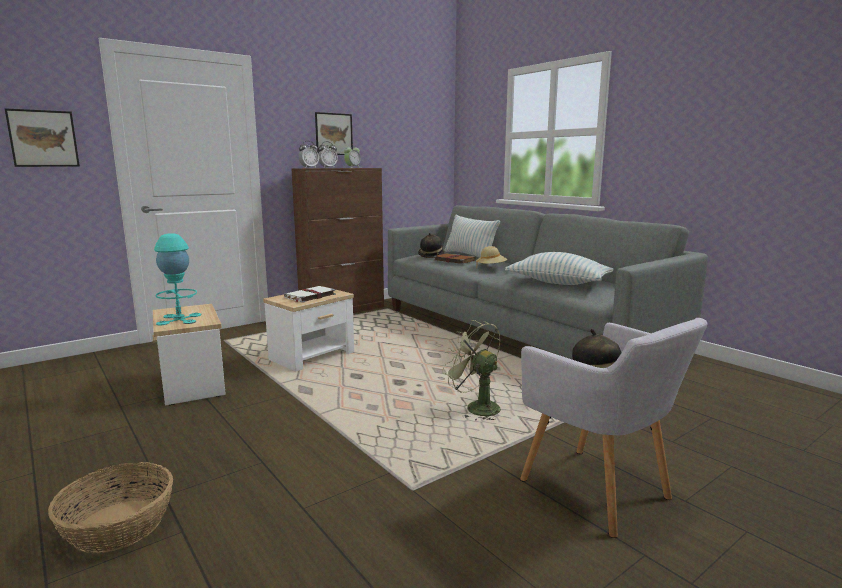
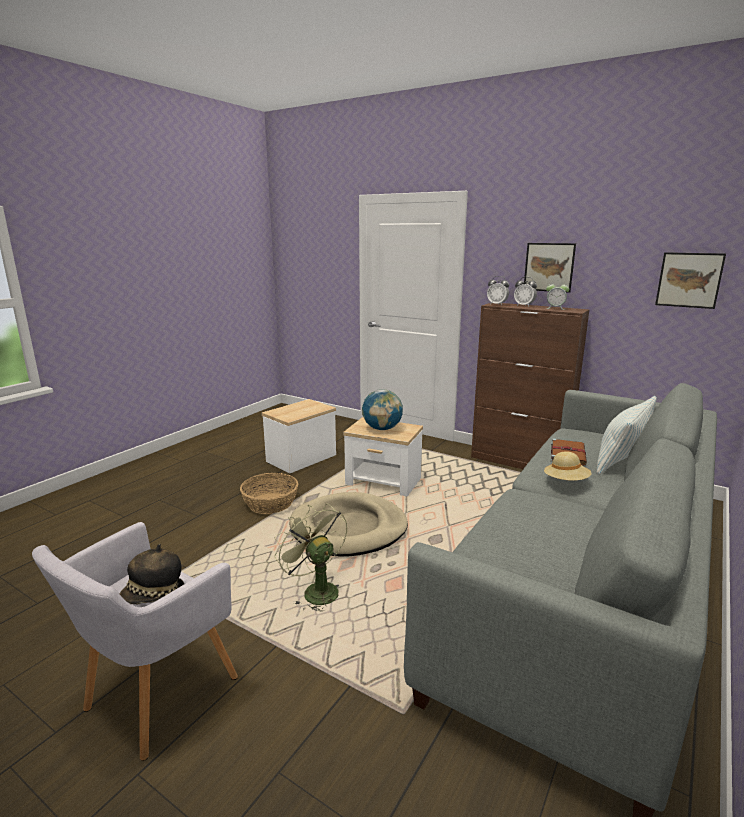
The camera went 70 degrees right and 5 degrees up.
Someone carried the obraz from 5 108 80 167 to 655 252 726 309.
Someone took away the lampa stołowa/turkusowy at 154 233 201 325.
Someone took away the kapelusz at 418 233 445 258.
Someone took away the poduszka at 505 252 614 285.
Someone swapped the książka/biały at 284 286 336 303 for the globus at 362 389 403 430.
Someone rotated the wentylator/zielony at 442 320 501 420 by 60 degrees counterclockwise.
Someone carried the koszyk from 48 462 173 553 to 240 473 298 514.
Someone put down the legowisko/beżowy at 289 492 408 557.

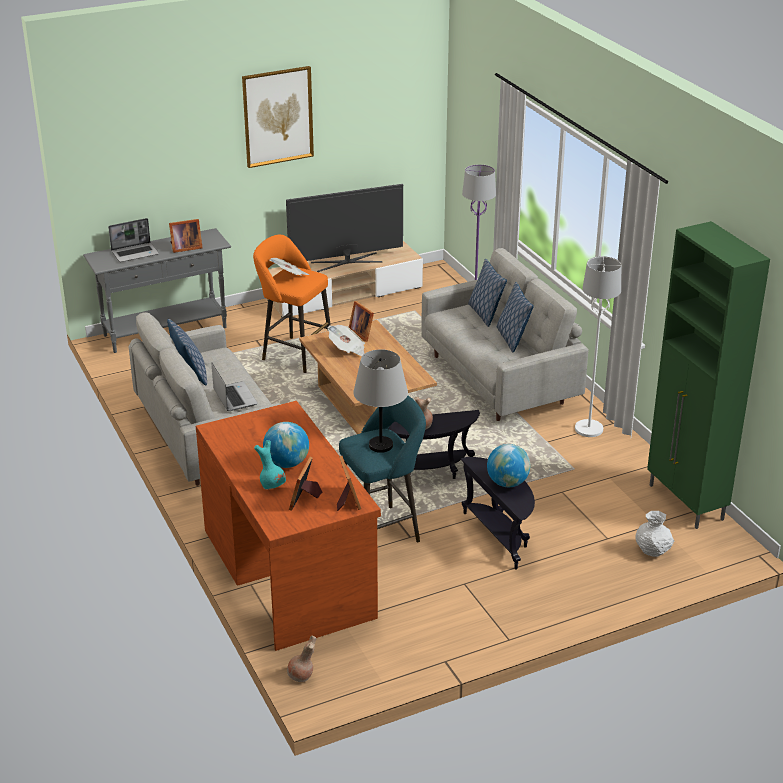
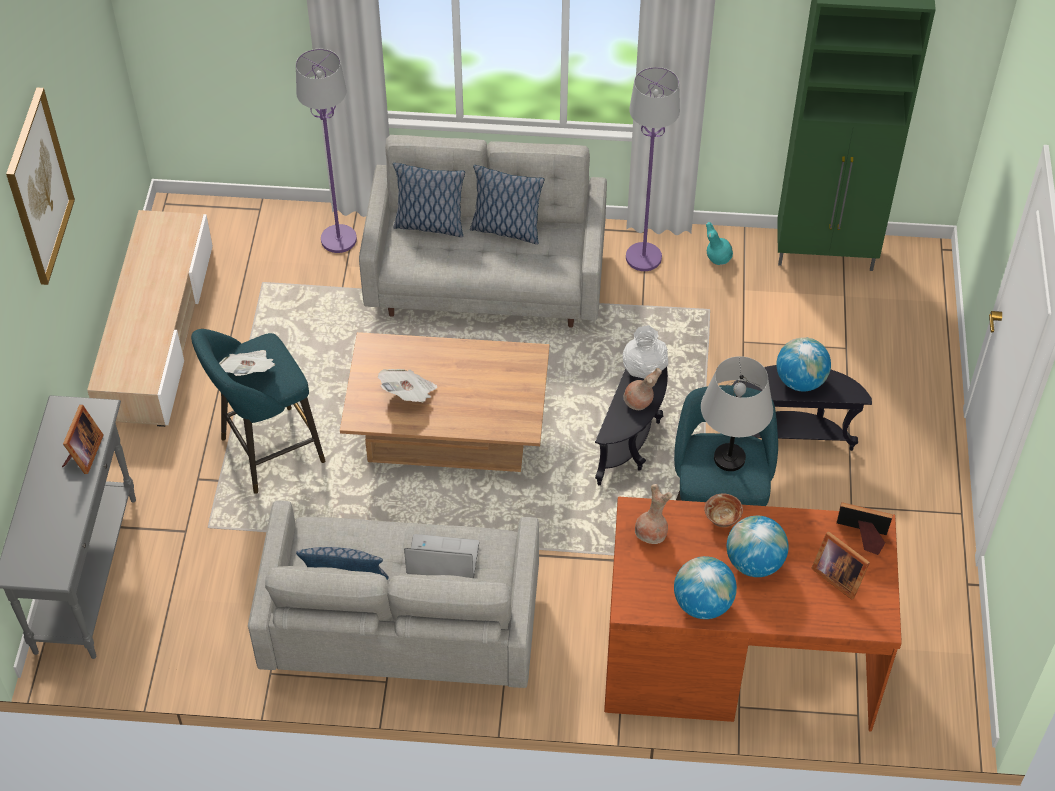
The camera went 60 degrees left and 20 degrees up.
Someone took away the telewizor at 286 184 403 272.
Someone took away the laptop at 108 218 159 262.
Someone repainted the stołek/pomarańczowy at 253 234 331 373, which became the stołek/turkusowy at 191 329 325 494.
Someone repainted the lampa stojąca/biały at 575 256 621 437, which became the lampa stojąca/fioletowy at 626 67 680 271.
Someone took away the ramka na zdjęcie at 349 301 374 342.
Someone carried the wazon/turkusowy from 254 440 286 490 to 706 222 733 265.
Someone carried the wazon/biały from 635 511 674 557 to 623 325 668 379.
Someone carried the wazon/brązowy from 287 636 316 682 to 635 484 672 544.
Someone put down the miska at 704 493 743 527.
Someone put down the globus at 674 556 737 619.

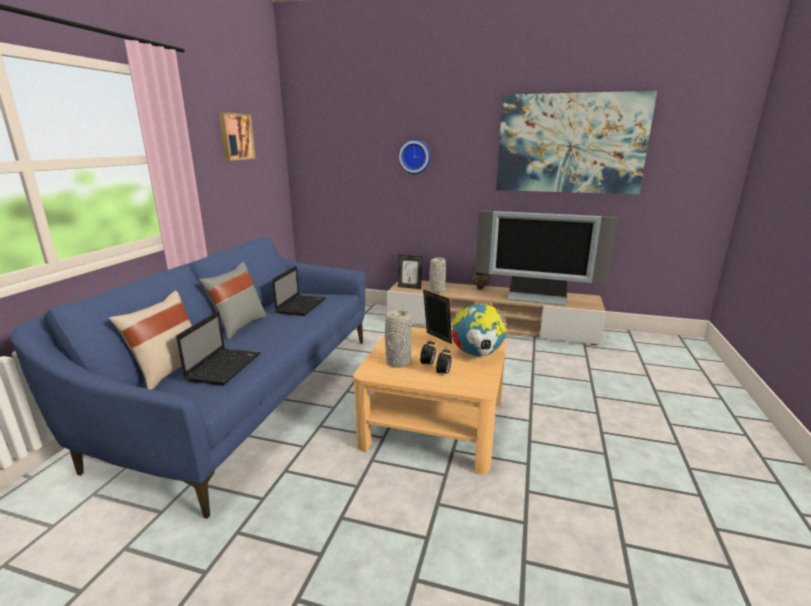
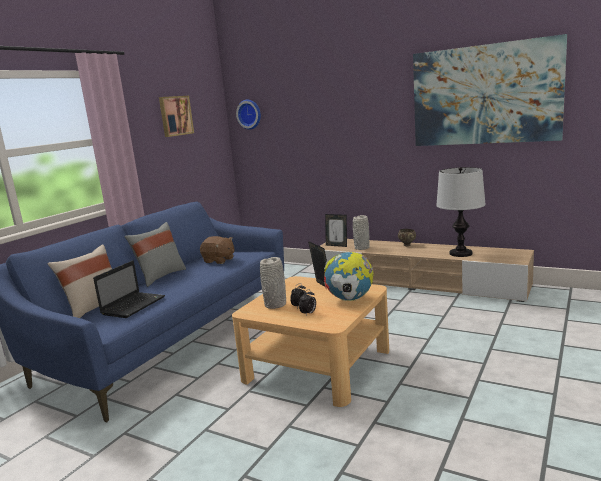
The camera went 15 degrees right and 5 degrees down.
Someone carried the zegar ścienny from 398 139 431 174 to 236 100 261 130.
Someone swapped the telewizor at 475 211 618 306 for the lampa stołowa at 436 167 486 257.
Someone swapped the laptop at 272 266 326 316 for the pluszak/brązowy at 200 236 235 264.

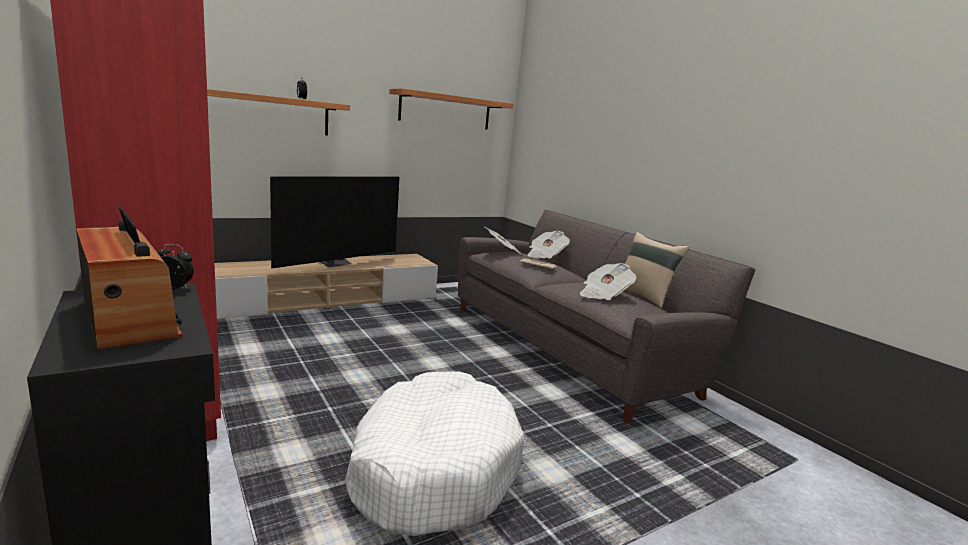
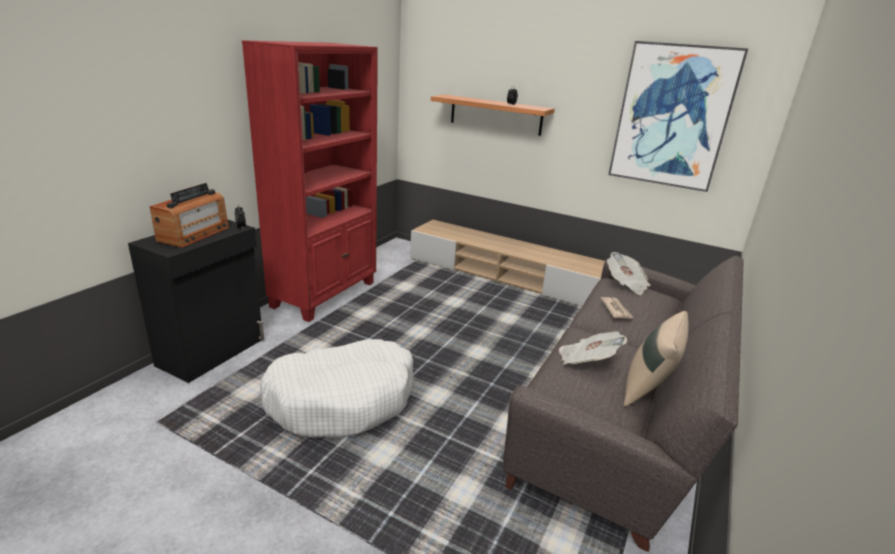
The camera went 60 degrees right and 10 degrees up.
Someone swapped the półka at 389 88 514 130 for the obraz at 608 41 748 192.
Someone took away the telewizor at 270 177 400 268.
Someone took away the gazeta at 528 231 570 258.

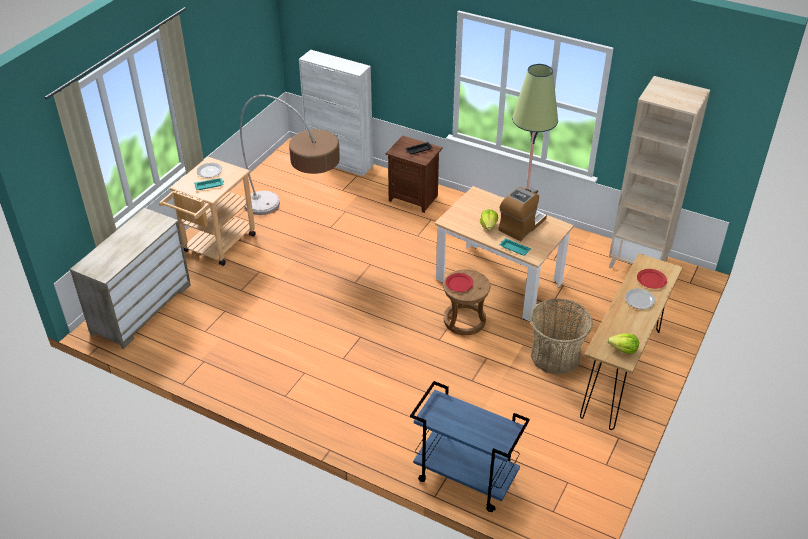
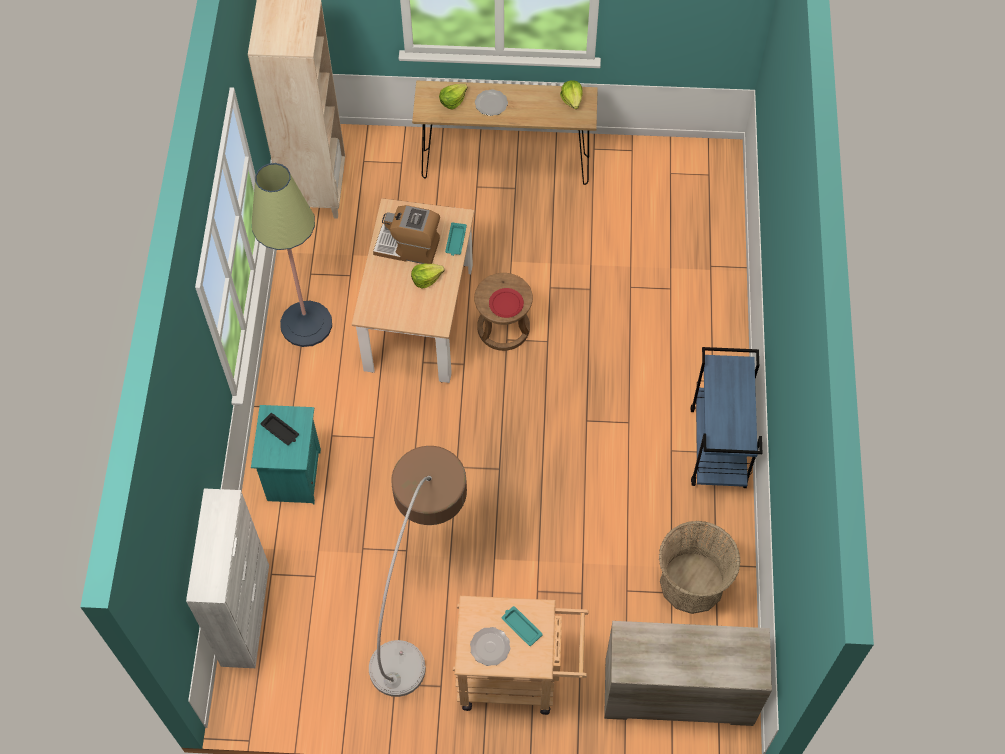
The camera went 115 degrees left and 20 degrees up.
Someone repainted the szafka nocna/brązowy at 385 136 443 213, which became the szafka nocna/turkusowy at 251 405 321 505.
Someone swapped the talerz/czerwony at 637 269 667 289 for the sałata at 439 84 468 109.
Someone carried the koszyk from 530 298 593 375 to 659 521 741 614.
Someone carried the wózek/niebieski from 410 381 530 512 to 690 347 762 488.

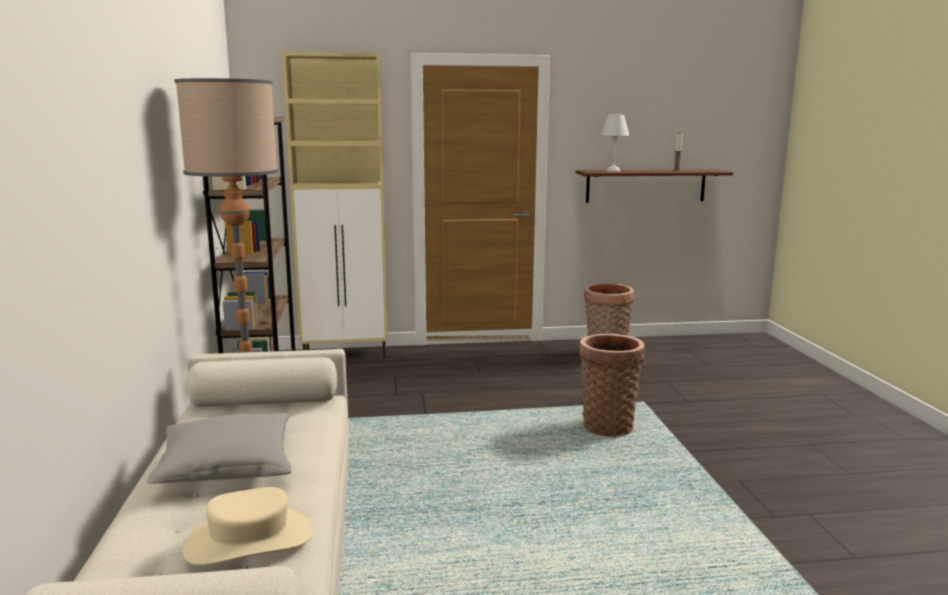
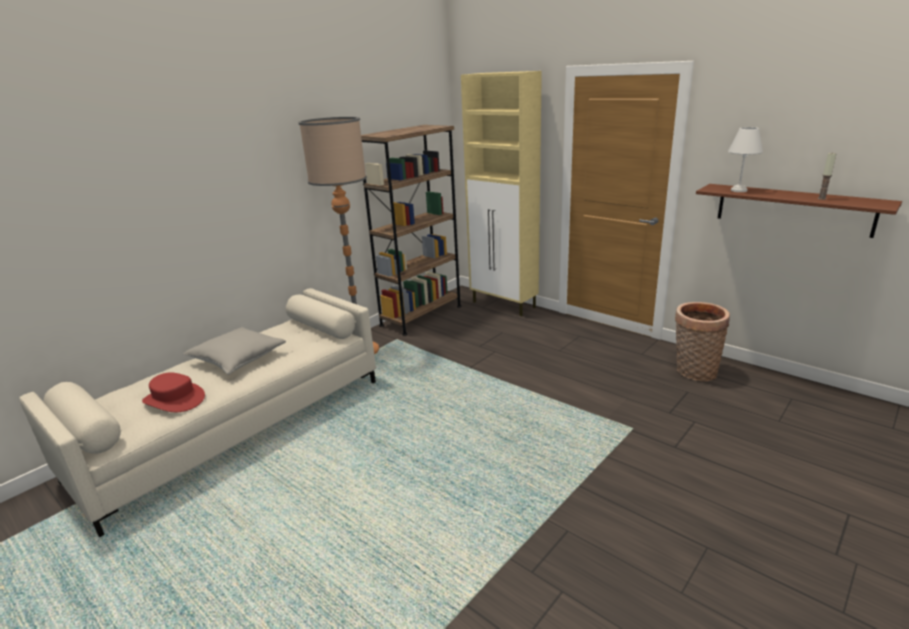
The camera went 50 degrees right and 10 degrees up.
Someone took away the koszyk at 579 334 645 437.
Someone repainted the kapelusz/beżowy at 183 487 313 565, which became the kapelusz/czerwony at 142 372 205 412.

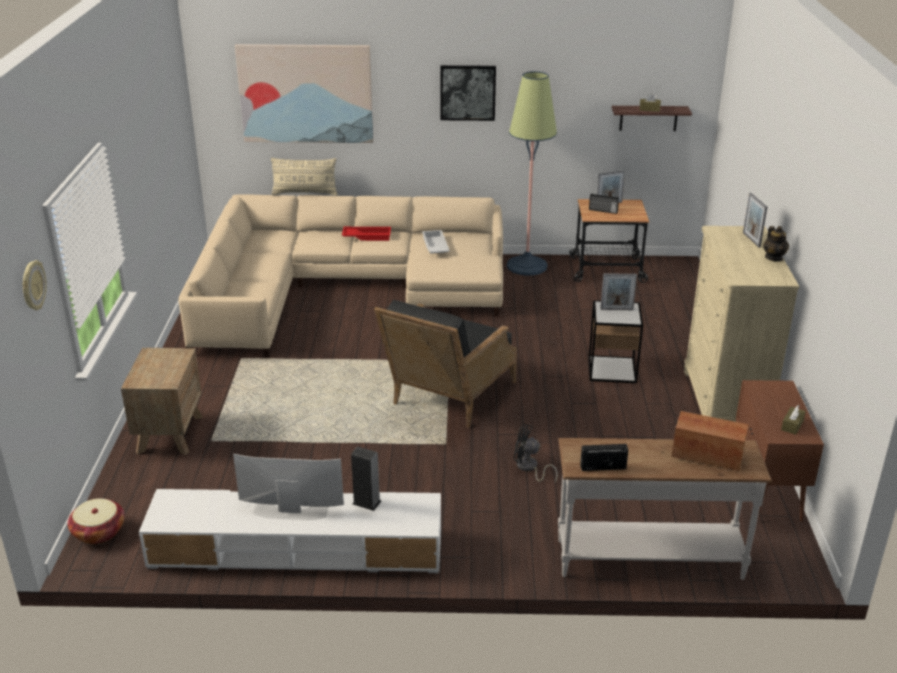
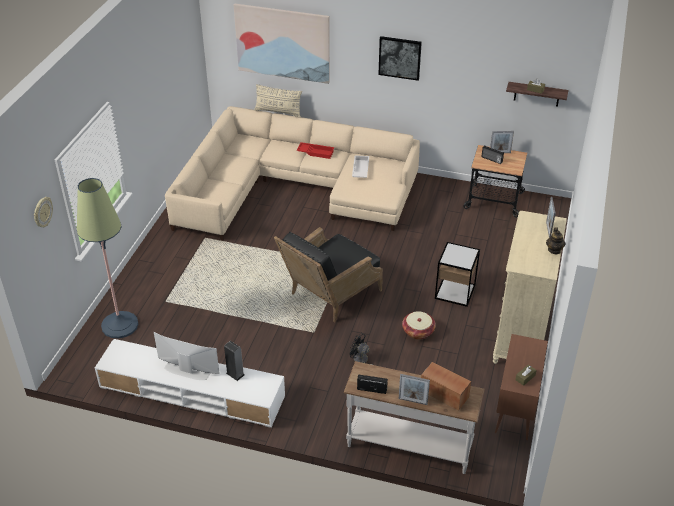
The camera went 15 degrees right and 10 degrees up.
Someone carried the lampa stojąca from 507 71 557 276 to 77 178 138 338.
Someone carried the ramka na zdjęcie from 600 273 637 310 to 399 374 430 405.
Someone took away the szafka nocna/brązowy at 121 348 203 455.
Someone carried the koszyk from 67 499 125 544 to 402 311 436 340.

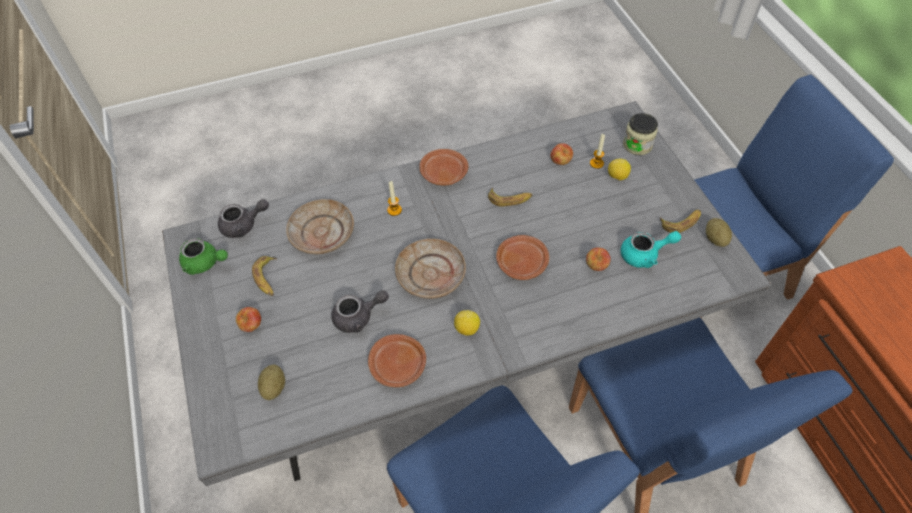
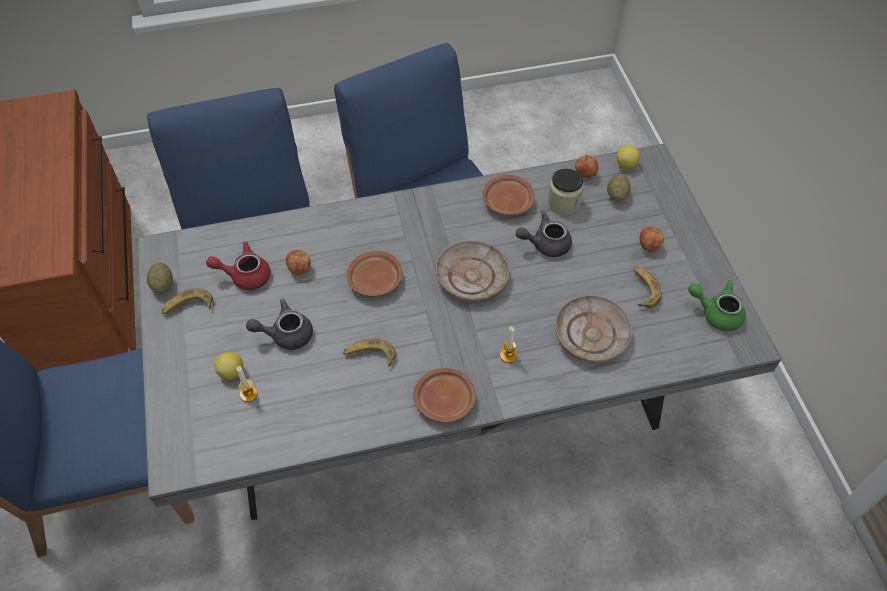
The camera went 175 degrees left and 0 degrees up.
Someone carried the słoik from 623 113 658 155 to 547 168 584 215.
Someone carried the jabłko from 551 143 573 165 to 575 154 598 178.
Someone carried the imbryk/szary from 218 199 269 238 to 246 299 313 350.
Someone repainted the imbryk/turkusowy at 621 231 681 268, which became the imbryk/czerwony at 206 241 271 290.
Someone carried the cytryna from 454 310 480 336 to 616 145 640 169.

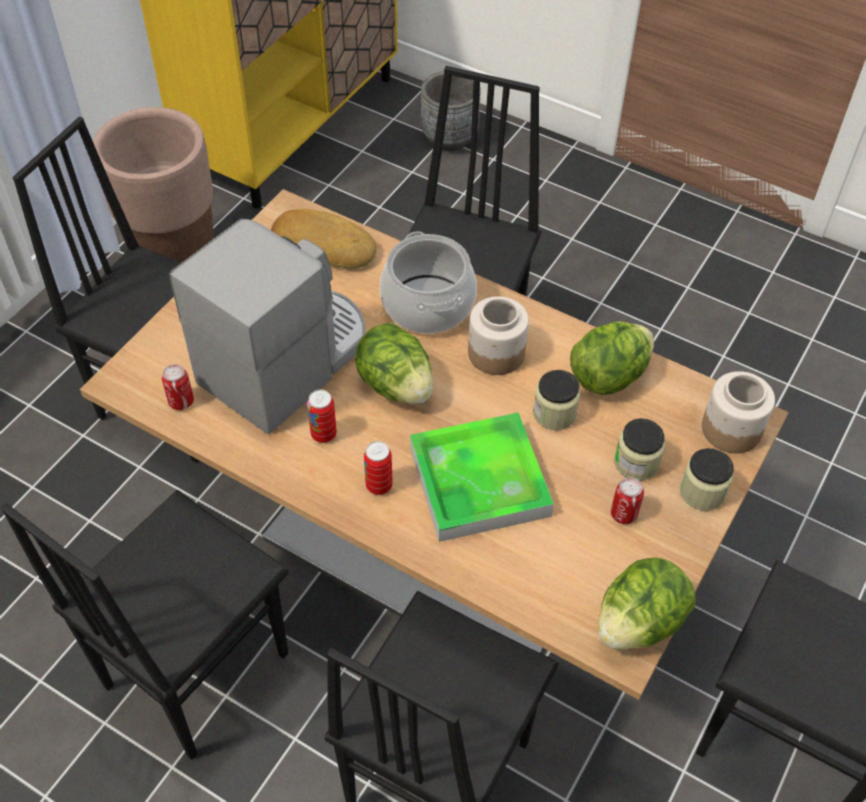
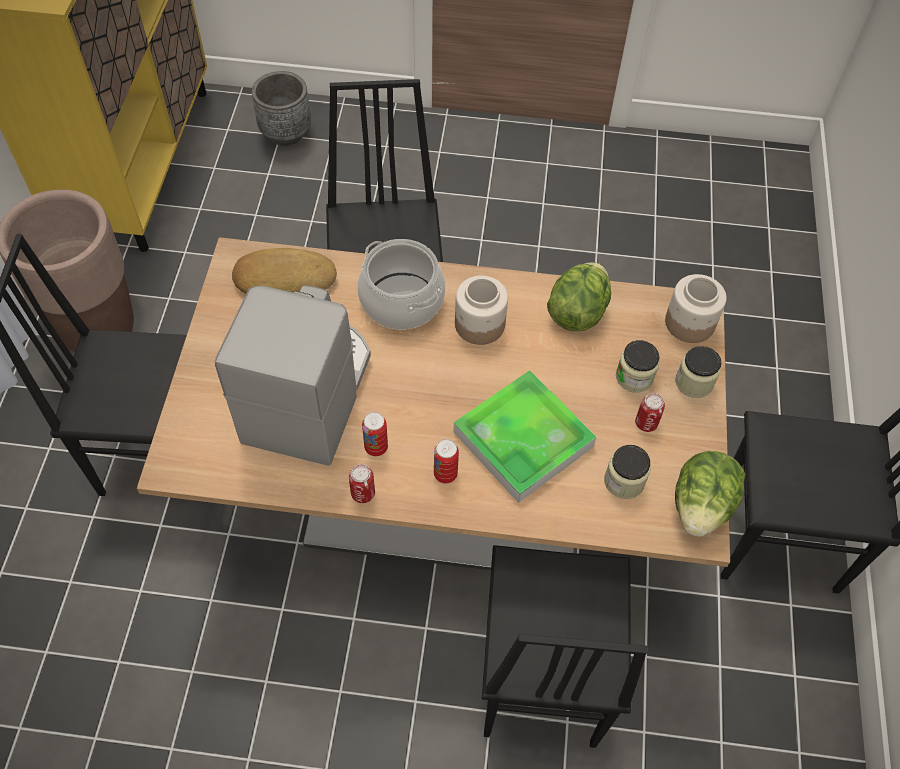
The camera went 25 degrees left and 5 degrees up.
Someone took away the sałata at 355 323 433 404.
Someone carried the puszka from 162 364 194 410 to 349 464 375 503.
Someone carried the słoik from 533 370 580 430 to 604 445 651 499.
Someone took away the krzesło/czarny at 1 490 288 760.

